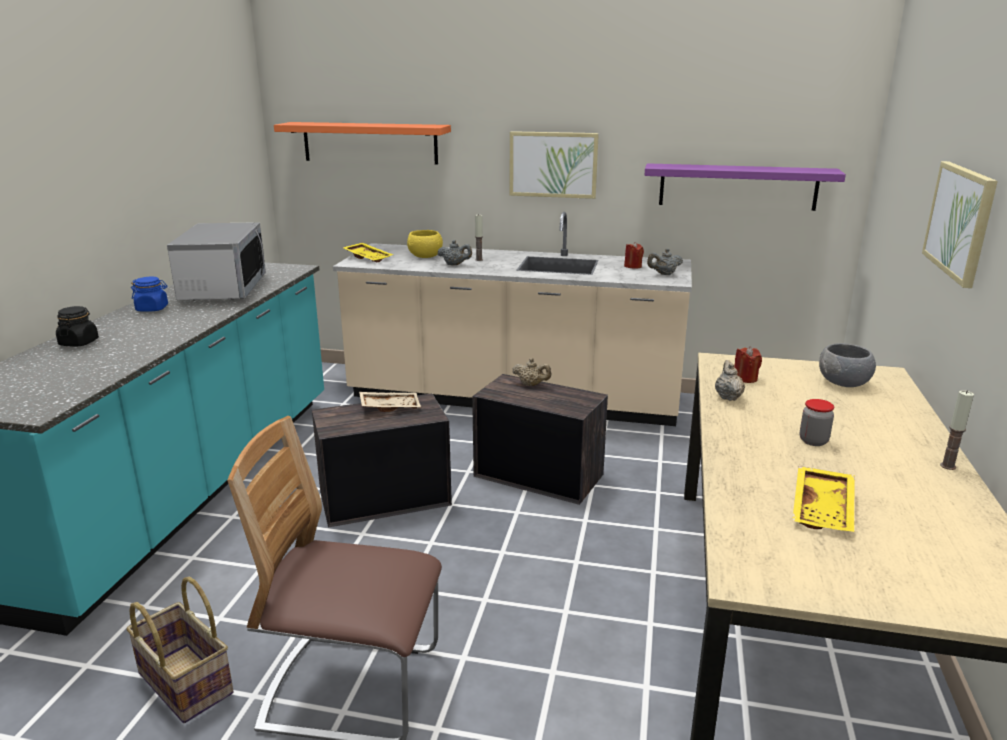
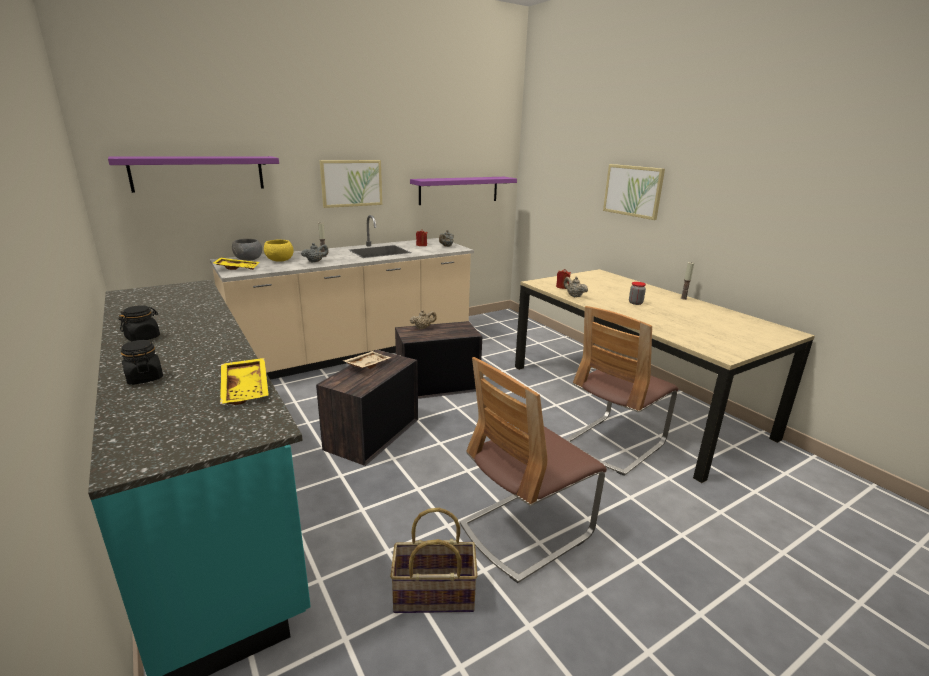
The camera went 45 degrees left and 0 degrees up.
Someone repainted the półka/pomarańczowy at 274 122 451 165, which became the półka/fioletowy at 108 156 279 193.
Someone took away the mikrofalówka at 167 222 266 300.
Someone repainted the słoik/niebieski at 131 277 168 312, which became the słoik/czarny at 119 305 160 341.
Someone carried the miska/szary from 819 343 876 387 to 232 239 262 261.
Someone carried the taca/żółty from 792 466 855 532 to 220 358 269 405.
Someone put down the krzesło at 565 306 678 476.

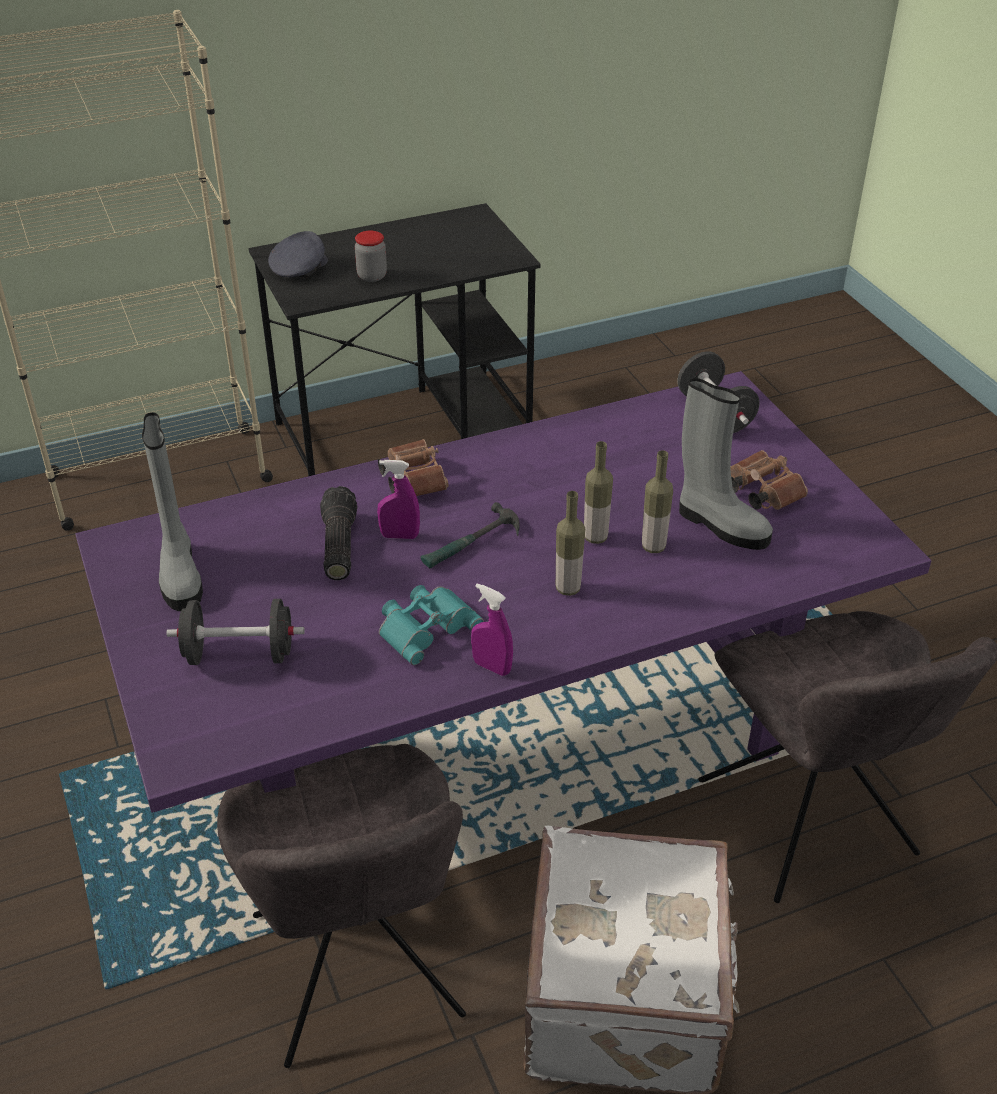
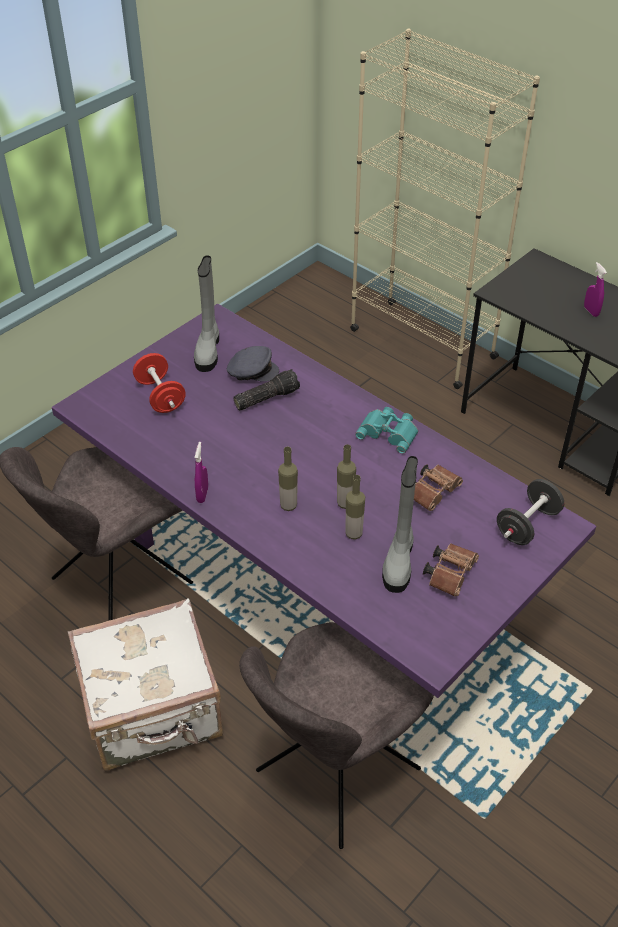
The camera went 65 degrees right and 5 degrees up.
Someone carried the czapka z daszkiem/szary from 268 231 328 278 to 227 346 279 382.
Someone took away the słoik at 355 231 387 282.
Someone rotated the but z cholewką/szary at 142 412 203 611 by 45 degrees counterclockwise.
Someone carried the lornetka/brązowy from 378 439 449 496 to 414 465 463 511.
Someone carried the spryskiwacz/fioletowy from 377 460 420 539 to 584 262 607 317.
Someone took away the młotek at 420 502 520 568.
Someone carried the lornetka/turkusowy from 379 585 484 665 to 355 407 418 454.
Someone repainted the hantel/czarny at 167 599 305 665, which became the hantel/czerwony at 133 353 186 413.

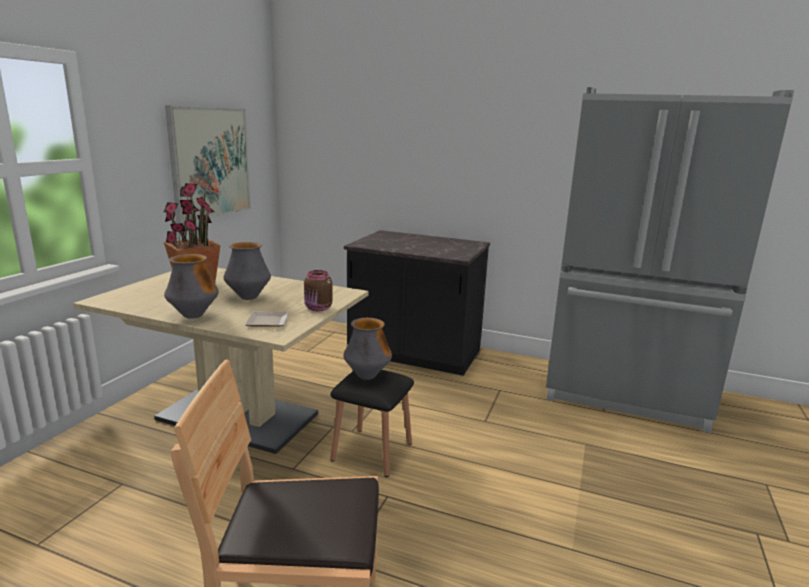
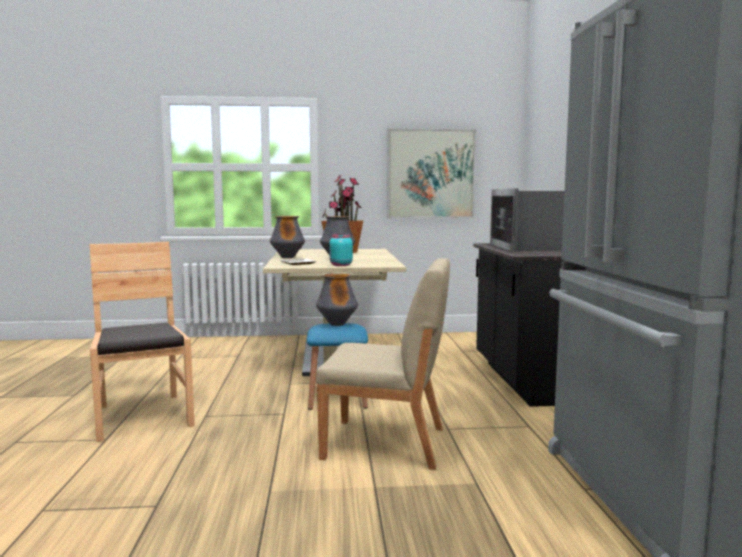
The camera went 65 degrees right and 10 degrees down.
Someone repainted the słoik/brązowy at 304 270 333 311, which became the słoik/turkusowy at 330 234 353 266.
Someone repainted the stołek/czarny at 330 370 414 477, which became the stołek/niebieski at 307 323 368 410.
Someone put down the mikrofalówka at 490 189 565 252.
Someone put down the krzesło/beżowy at 316 258 450 470.

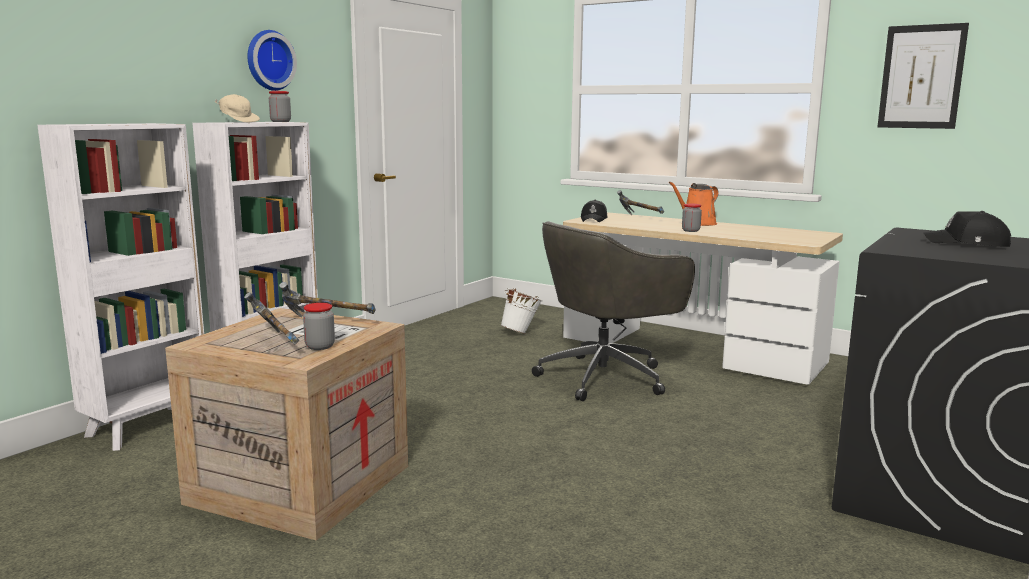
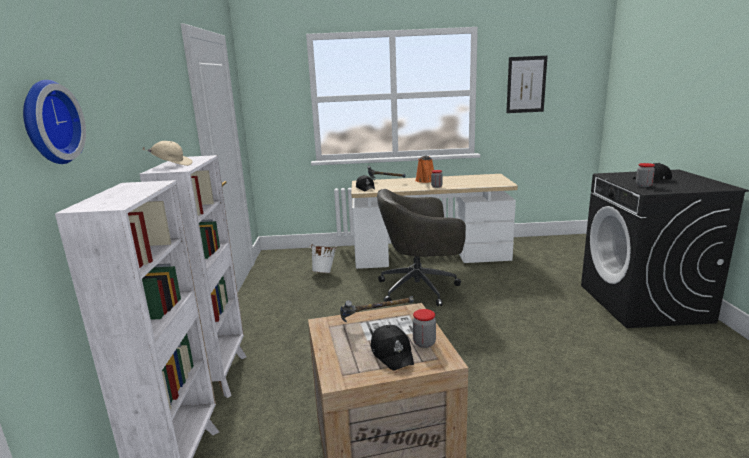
The camera went 35 degrees left and 5 degrees up.
Someone carried the zegar ścienny from 247 30 297 91 to 23 80 86 164.
Someone carried the słoik from 269 91 291 122 to 636 163 655 187.
Someone rotated the krzesło biurowe/szary at 532 221 695 401 by 60 degrees clockwise.
Someone swapped the młotek at 244 292 299 345 for the czapka z daszkiem/czarny at 371 325 414 371.

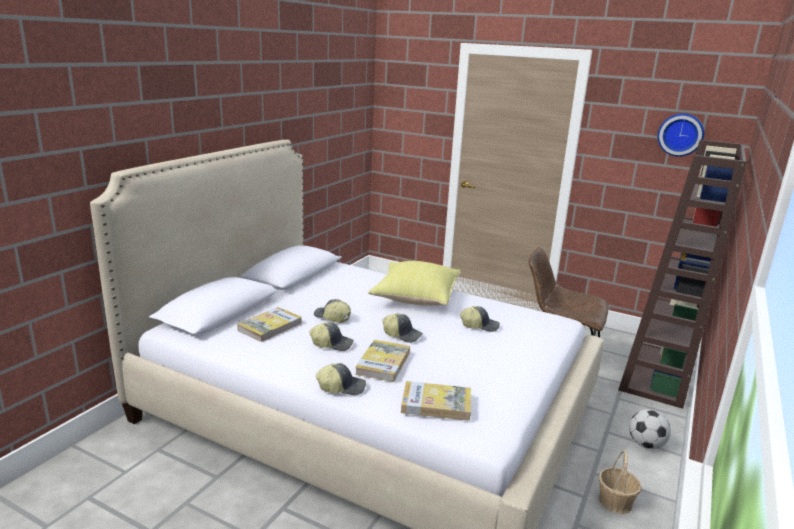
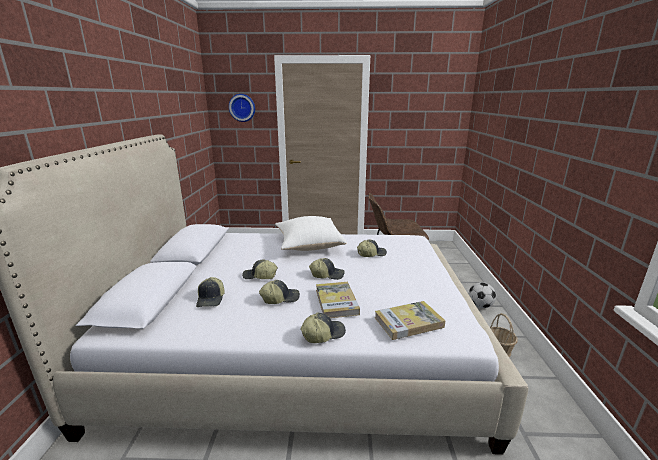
The camera went 25 degrees left and 0 degrees up.
Someone carried the zegar ścienny from 658 113 704 157 to 229 94 255 122.
Someone took away the regał/brązowy at 618 140 747 409.
Someone repainted the poduszka/żółty at 368 261 461 306, which became the poduszka/biały at 275 216 346 251.
Someone swapped the książka at 237 307 302 342 for the czapka z daszkiem at 196 277 224 307.

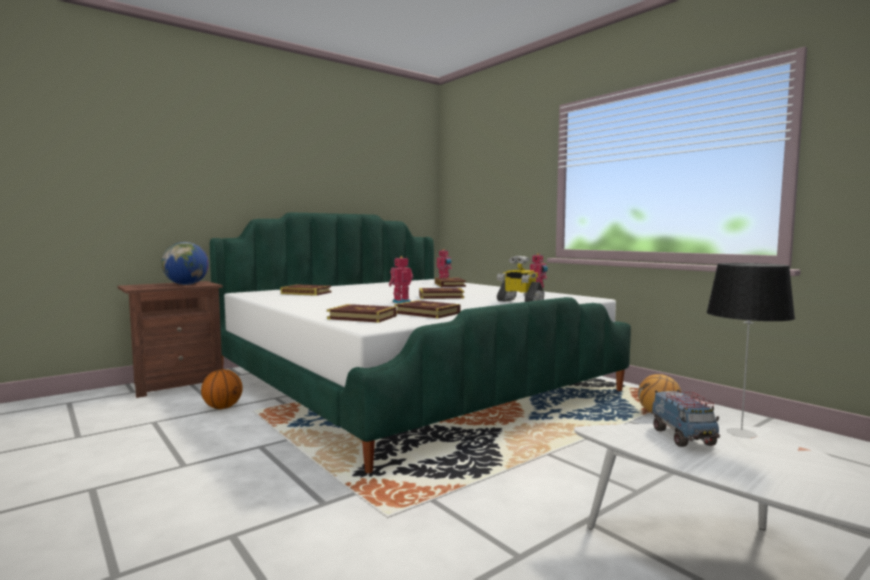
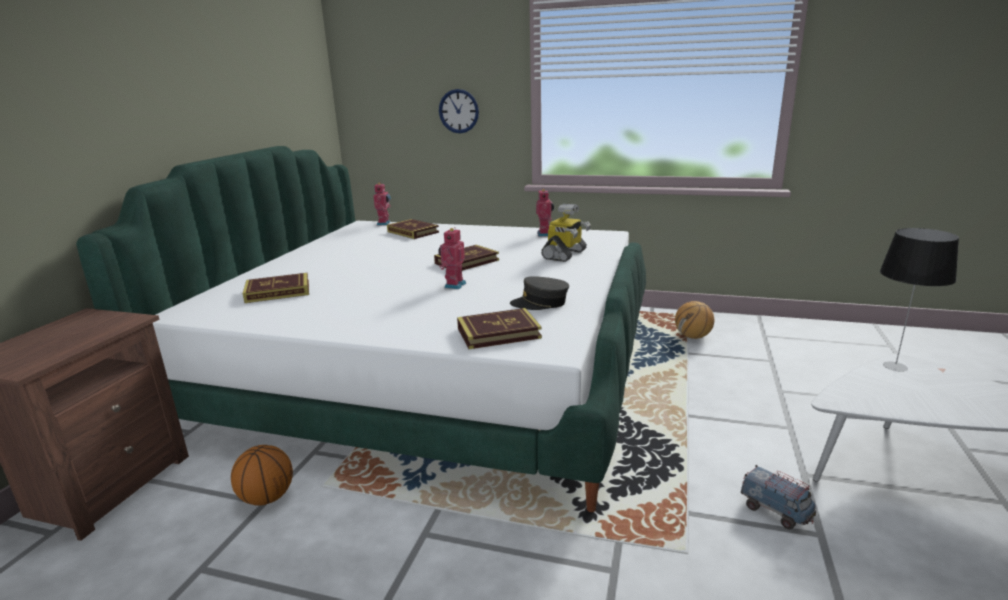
The camera went 35 degrees left and 15 degrees up.
Someone took away the globus at 161 242 209 285.
Someone rotated the robot zabawkowy at 497 256 544 302 by 60 degrees counterclockwise.
Someone swapped the książka at 394 300 461 319 for the czapka z daszkiem/szary at 510 276 569 310.
Someone carried the ciężarówka zabawkowa from 652 390 720 447 to 741 465 816 530.
Someone put up the zegar ścienny at 439 89 479 133.

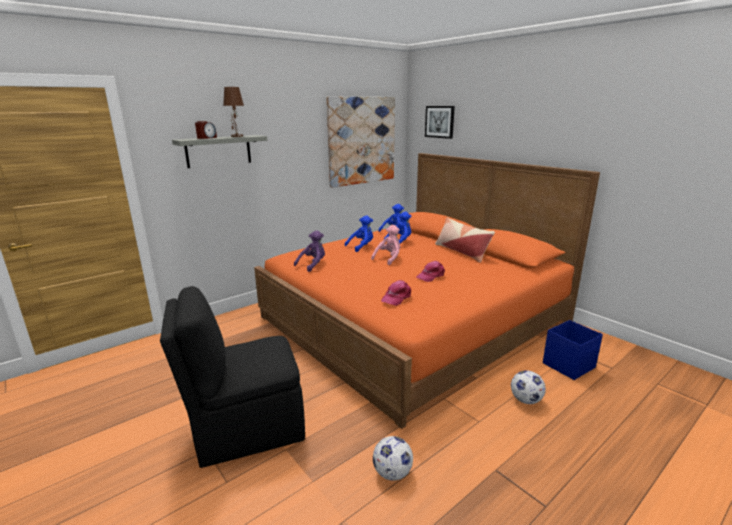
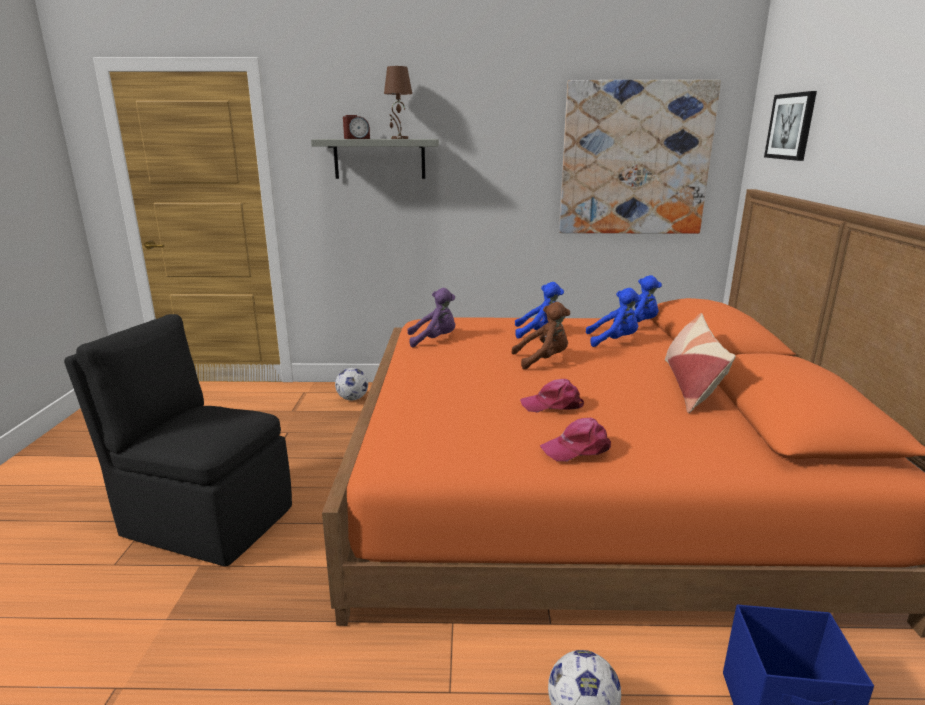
The camera went 40 degrees right and 0 degrees up.
Someone repainted the pluszak/różowy at 371 225 400 265, which became the pluszak/brązowy at 511 302 570 369.
Someone carried the czapka z daszkiem/różowy from 381 280 411 306 to 540 418 611 461.
Someone carried the piłka futbolowa from 373 436 413 481 to 335 368 368 400.

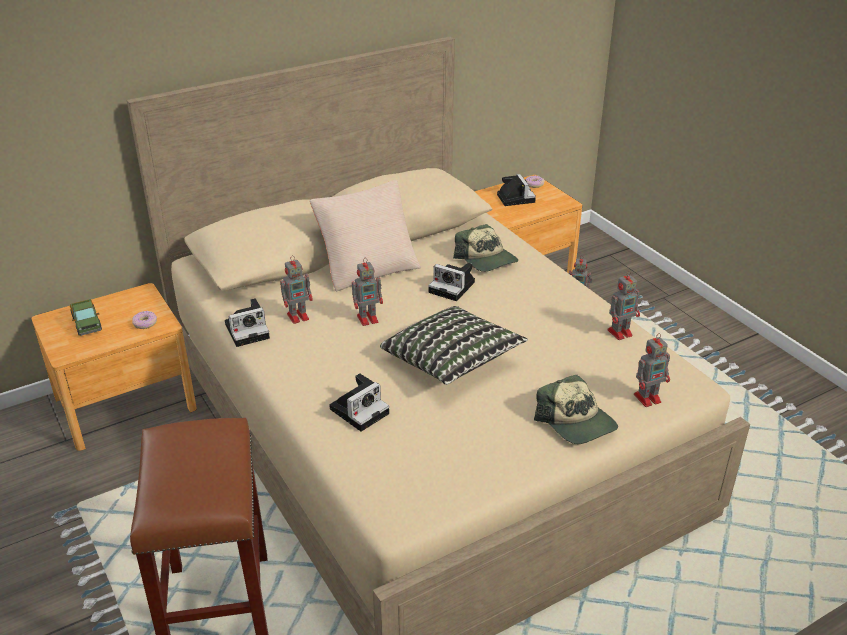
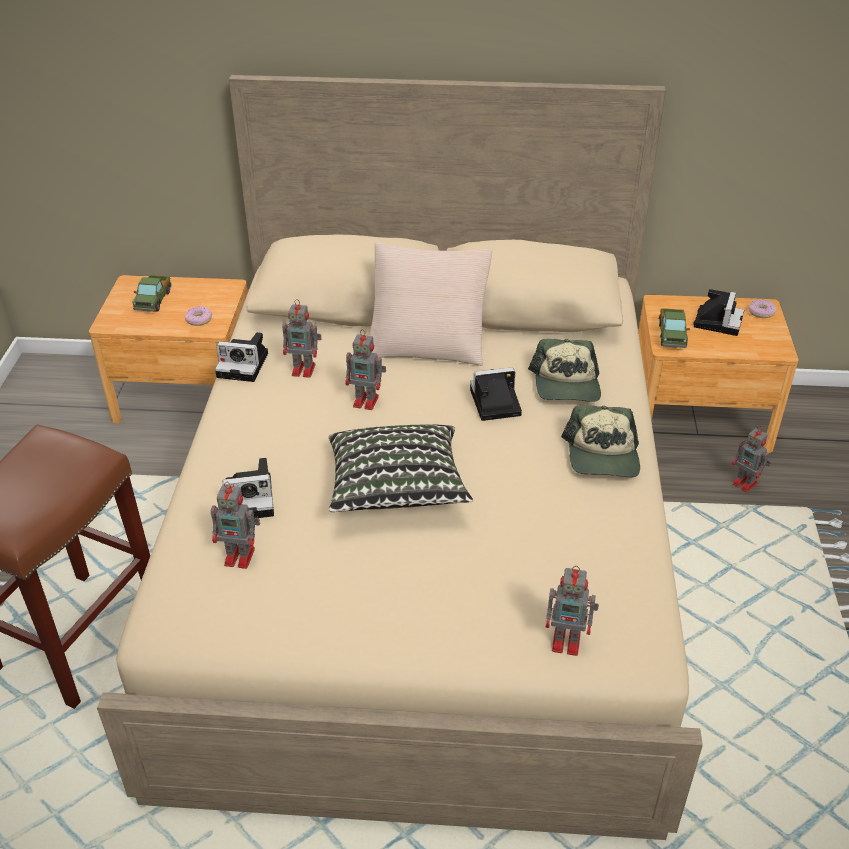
The camera went 35 degrees right and 5 degrees up.
Someone rotated the aparat fotograficzny at 428 263 475 301 by 105 degrees clockwise.
Someone carried the robot zabawkowy from 607 271 640 340 to 211 482 260 569.
Someone carried the czapka z daszkiem from 534 375 618 444 to 561 405 640 477.
Someone put down the ciężarówka zabawkowa at 659 308 690 348.

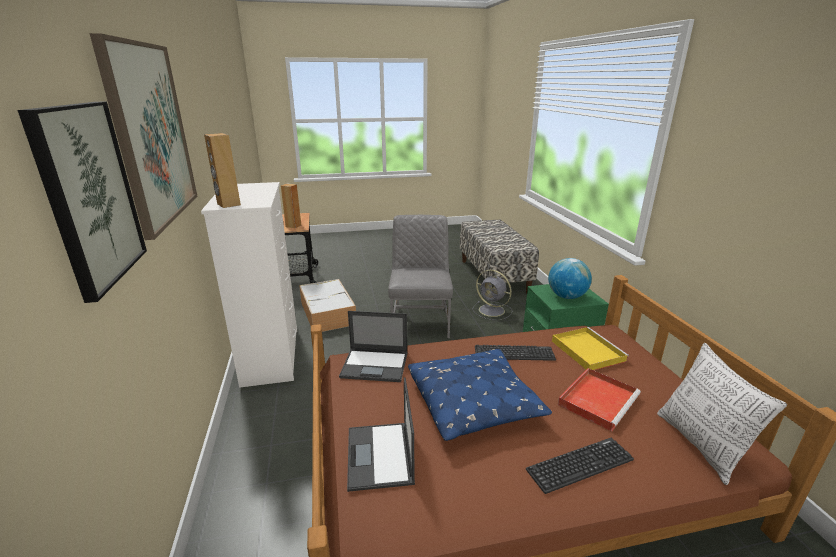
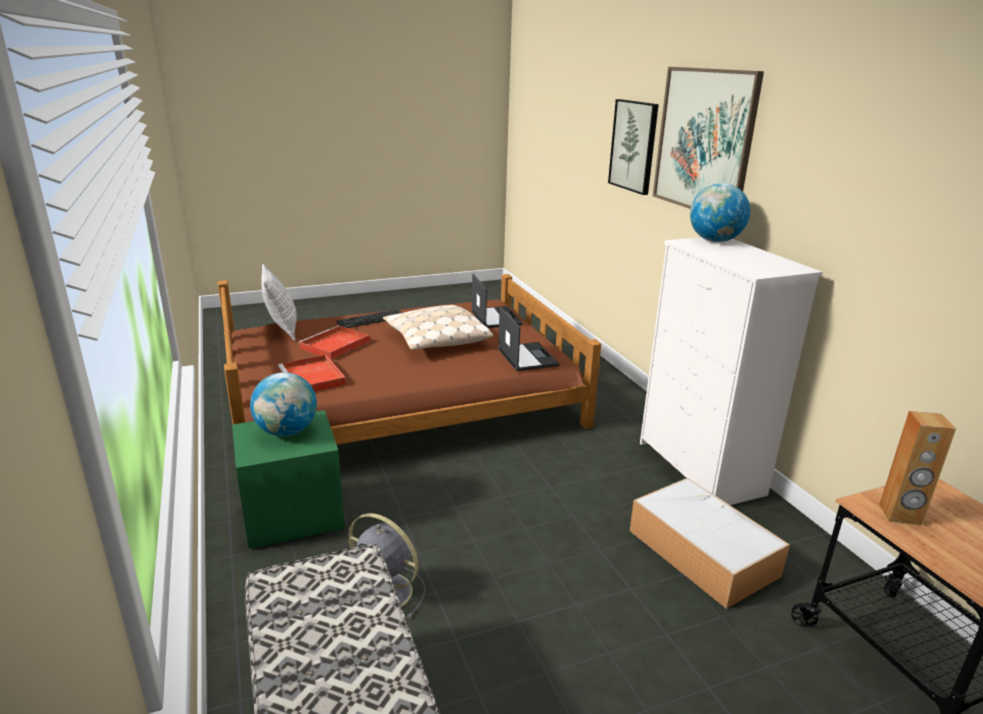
The camera went 170 degrees right and 0 degrees up.
Someone swapped the głośnik/brązowy at 204 133 241 208 for the globus at 690 183 750 242.
Someone took away the krzesło/szary at 388 215 453 339.
Someone rotated the laptop at 339 311 407 382 by 75 degrees clockwise.
Someone repainted the taca/żółty at 552 327 629 370, which became the taca/czerwony at 278 355 346 392.
Someone took away the klawiatura at 475 345 556 361.
Someone repainted the poduszka/niebieski at 408 349 552 441, which became the poduszka/beżowy at 383 305 493 350.

